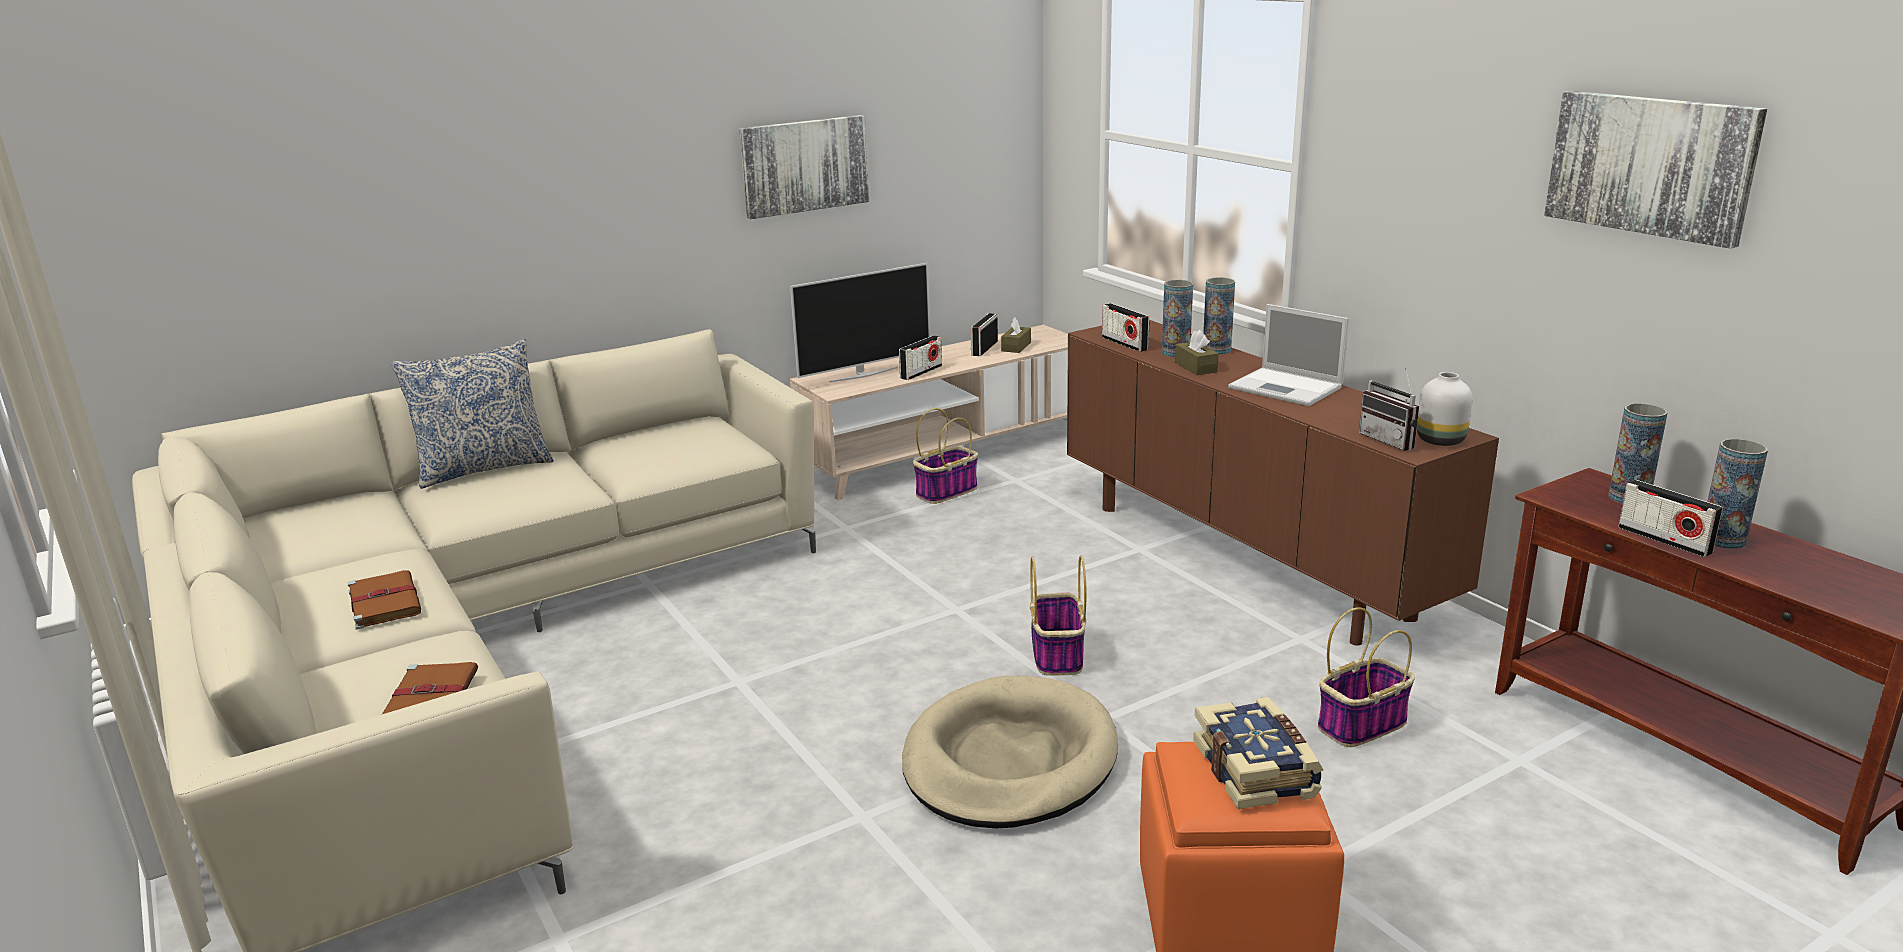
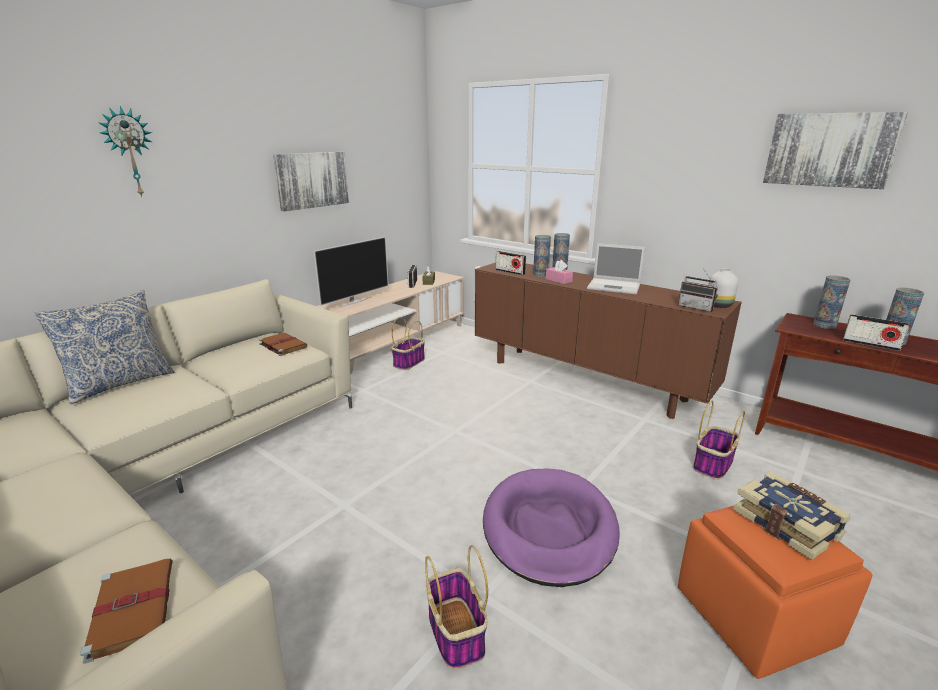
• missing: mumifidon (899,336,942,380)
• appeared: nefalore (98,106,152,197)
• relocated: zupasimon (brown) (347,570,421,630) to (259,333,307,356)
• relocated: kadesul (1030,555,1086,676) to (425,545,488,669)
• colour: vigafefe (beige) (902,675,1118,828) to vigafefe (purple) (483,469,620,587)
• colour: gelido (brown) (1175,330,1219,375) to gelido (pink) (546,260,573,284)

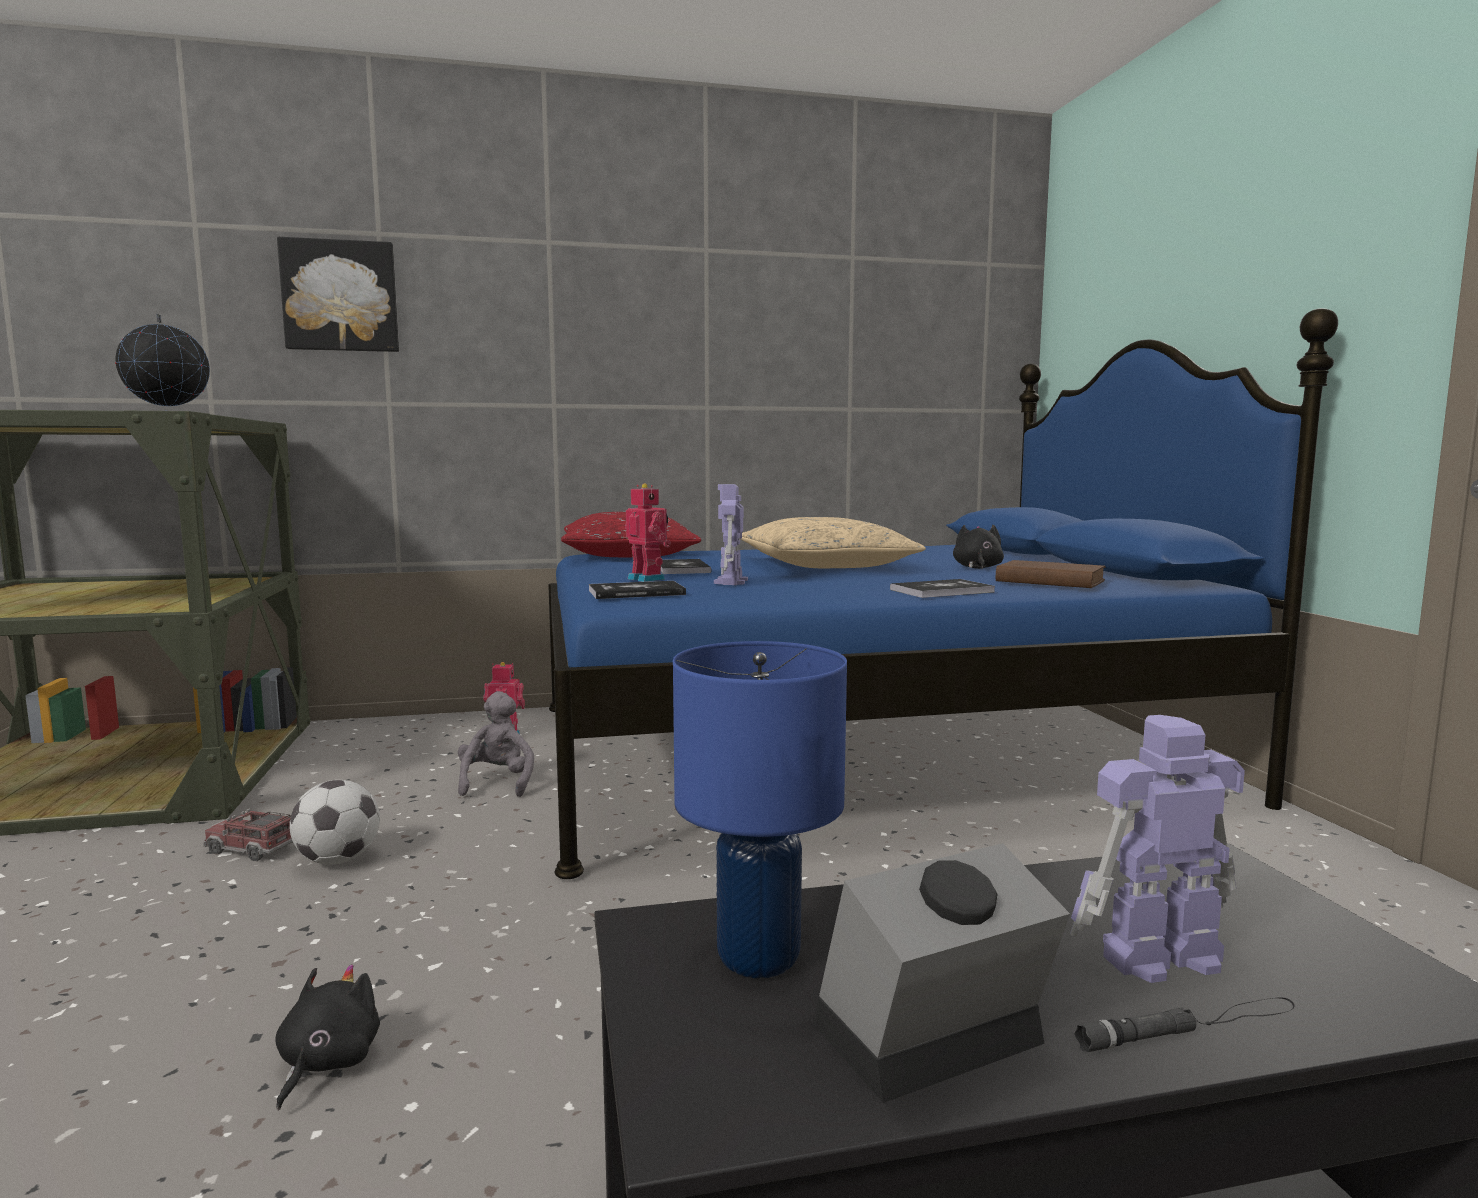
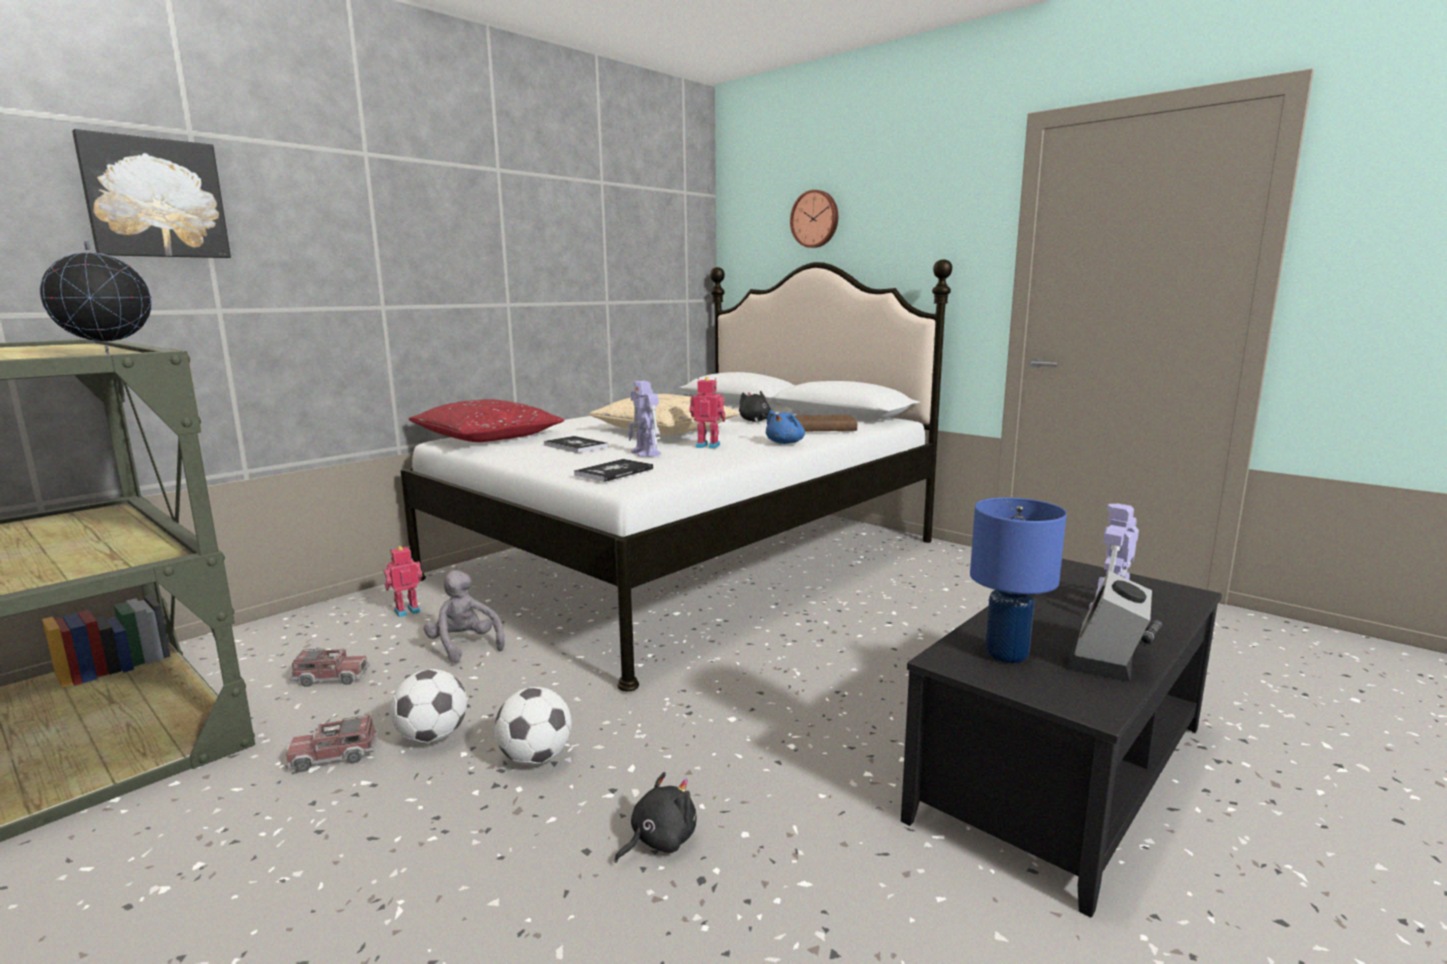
• appeared: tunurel (289,648,370,687)
• appeared: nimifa (494,687,572,765)
• appeared: nefalore (790,190,838,248)
• relocated: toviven (625,483,671,582) to (689,377,725,449)
• exchanged: zupasimon (890,579,995,598) to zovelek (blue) (766,410,805,444)
• colour: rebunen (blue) (548,308,1338,879) to rebunen (white) (400,259,952,692)
• spun: zovelek (black) (275,964,380,1110) = (614,772,696,863) 75 degrees clockwise

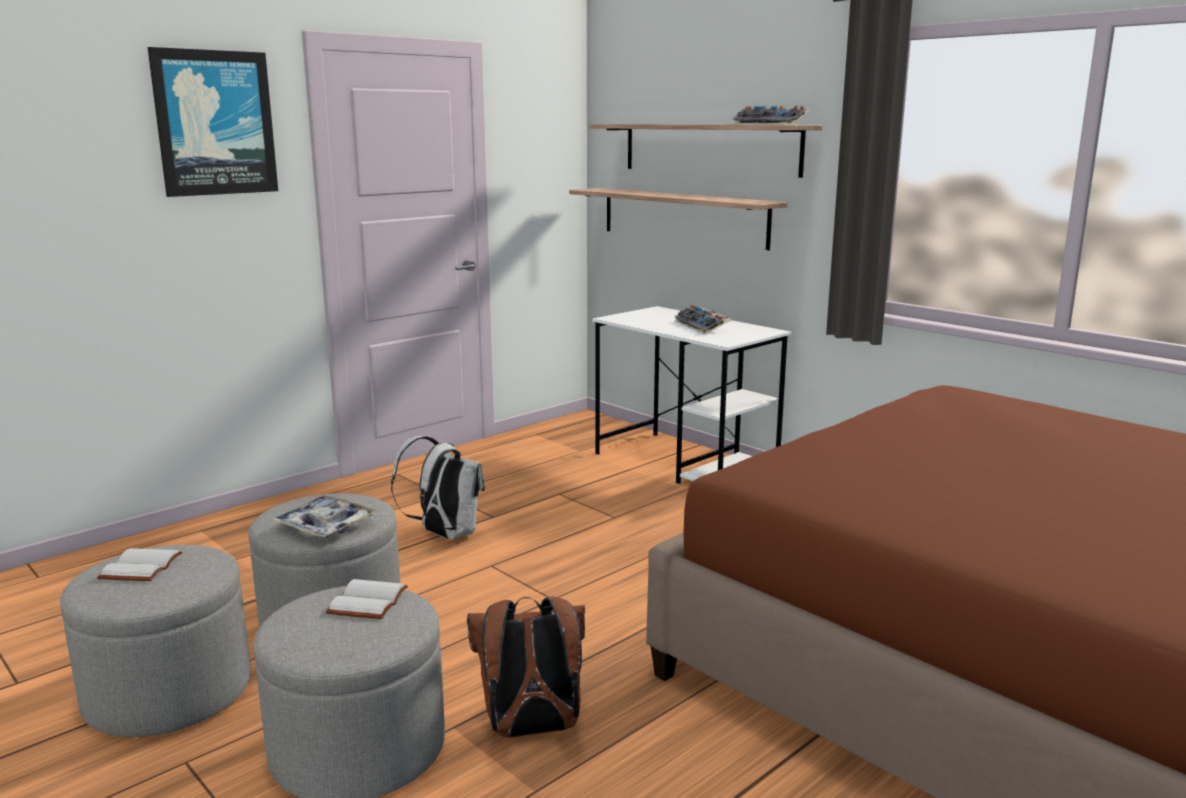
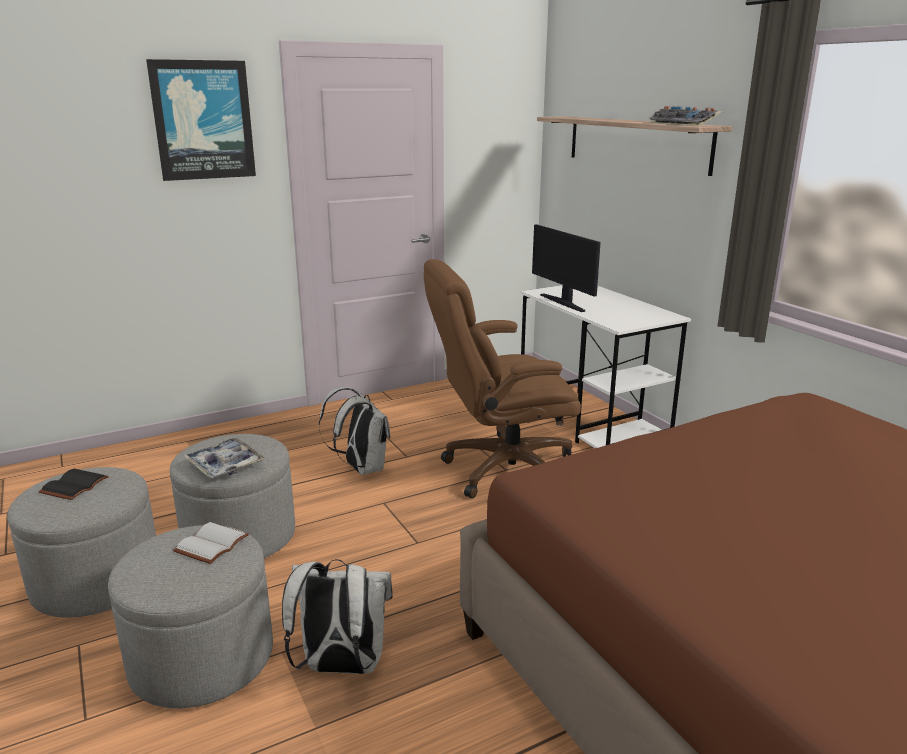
• missing: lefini (569,188,788,250)
• missing: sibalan (674,305,732,334)
• appeared: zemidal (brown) (424,259,581,499)
• appeared: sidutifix (532,224,601,312)
• colour: zupasimon (white) (97,548,182,581) to zupasimon (black) (38,469,109,500)
• colour: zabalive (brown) (467,596,585,738) to zabalive (white) (282,559,393,674)

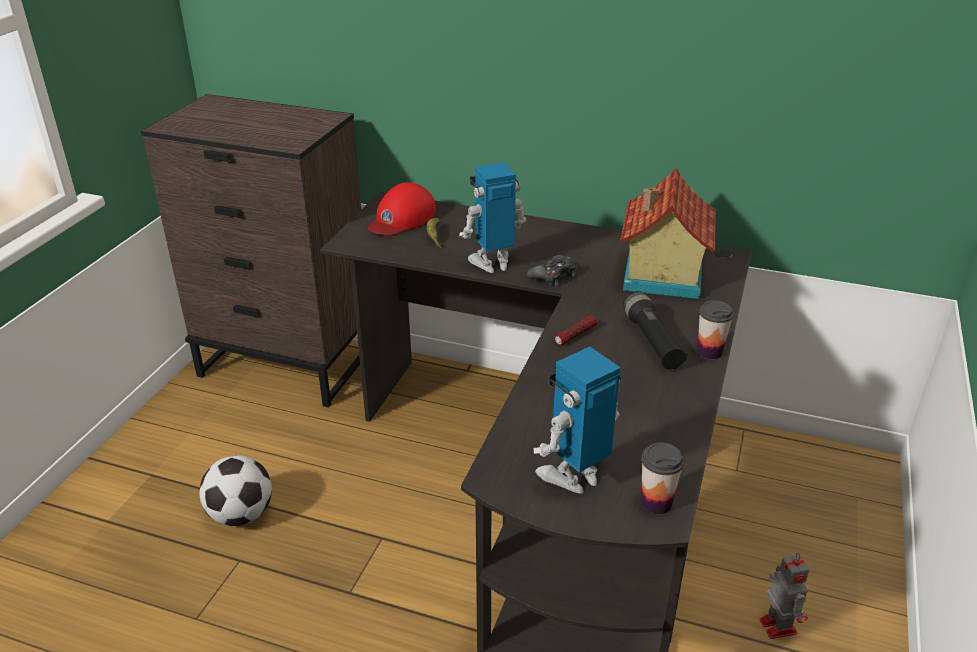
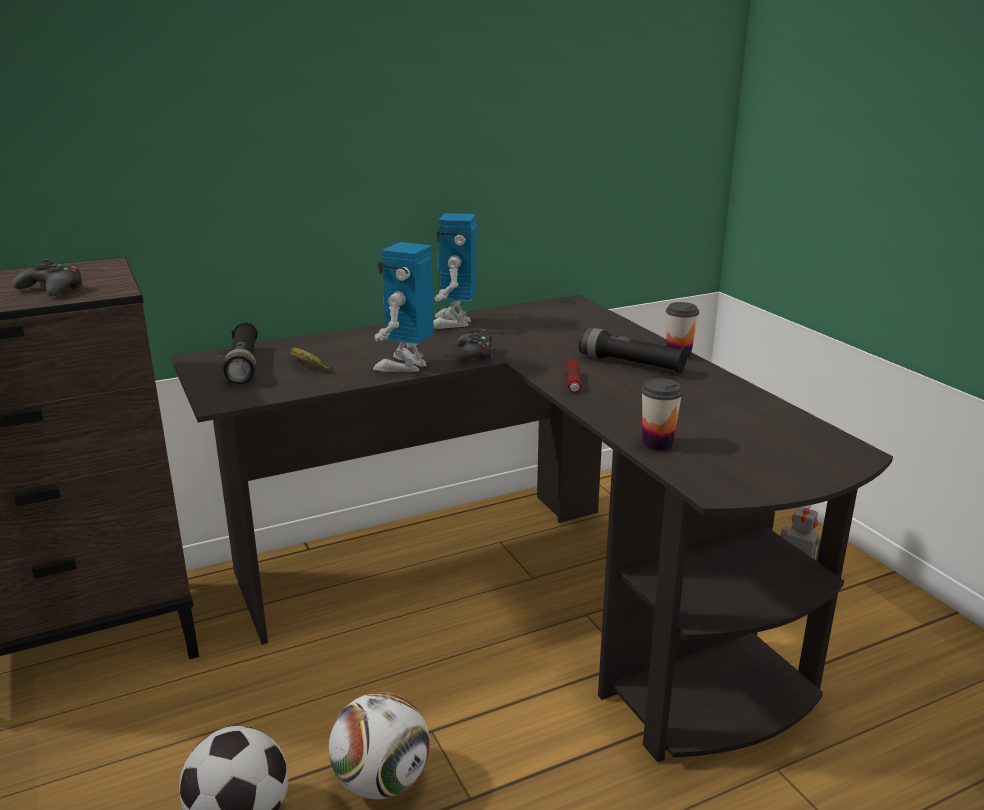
• missing: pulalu (620,168,716,299)
• appeared: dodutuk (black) (13,258,83,296)
• appeared: nimifa (328,692,430,799)
• relocated: toviven (534,347,621,494) to (434,213,477,329)
• relocated: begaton (641,443,684,514) to (641,378,683,451)
• exchanged: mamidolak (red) (368,182,436,235) to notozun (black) (223,322,258,384)

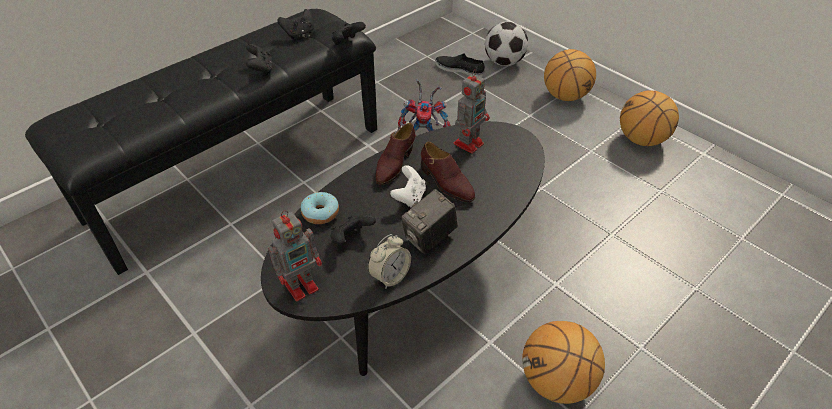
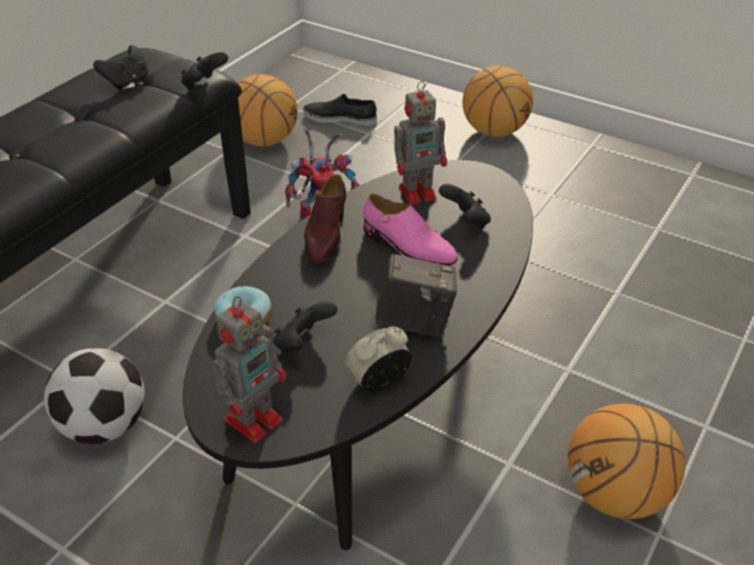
• missing: dodutuk (white) (390,165,426,208)
• relocated: dodutuk (black) (246,44,273,75) to (439,184,491,229)
• relocated: nimifa (485,22,528,66) to (44,348,145,444)
• relocated: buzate (620,90,679,146) to (238,74,298,146)
• colour: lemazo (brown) (421,142,475,202) to lemazo (pink) (363,194,458,266)
• spun: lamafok (368,234,411,289) = (345,326,412,392) 150 degrees counterclockwise
• spun: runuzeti (401,189,457,254) = (375,254,457,337) 120 degrees counterclockwise
• spun: toviven (453,69,490,154) = (394,81,447,205) 45 degrees clockwise

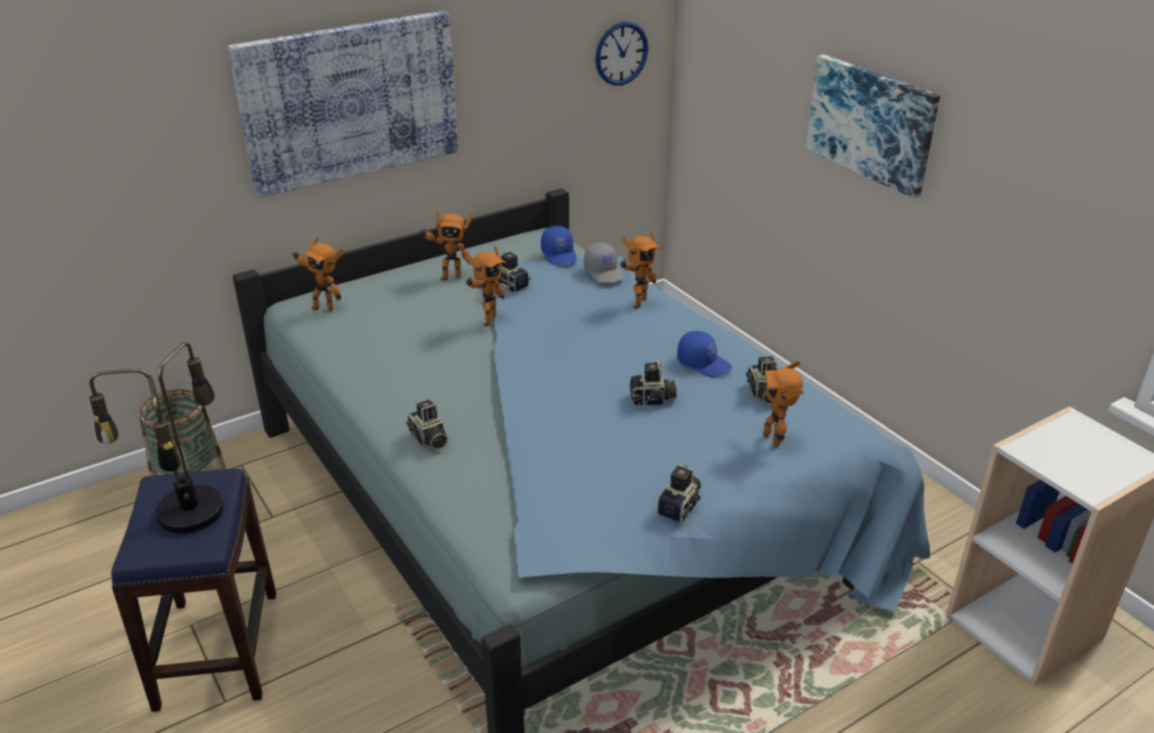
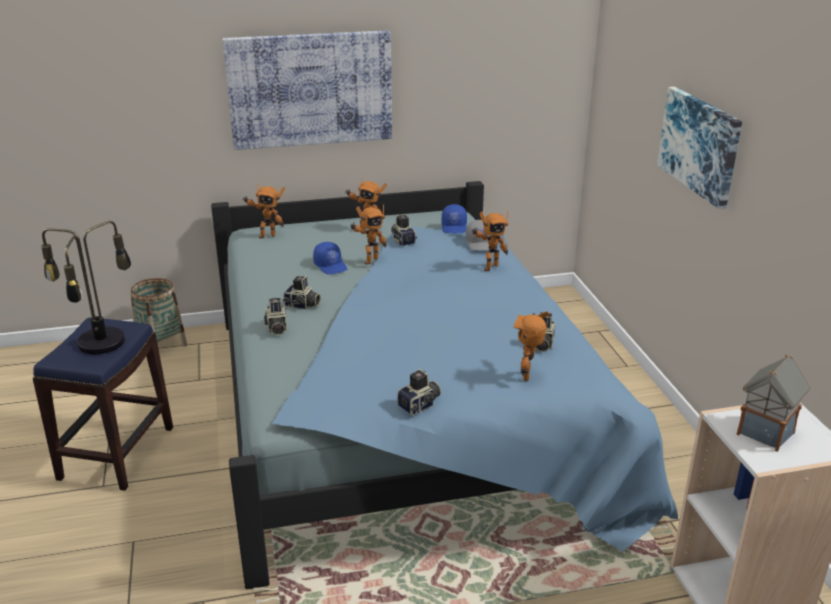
• missing: nefalore (595,22,648,86)
• appeared: pulalu (737,354,810,452)
• relocated: runuzeti (630,361,677,406) to (282,276,321,310)
• relocated: mamidolak (blue) (677,331,732,377) to (313,242,347,274)
• spun: toviven (292,237,344,310) = (243,183,285,238) 45 degrees counterclockwise

